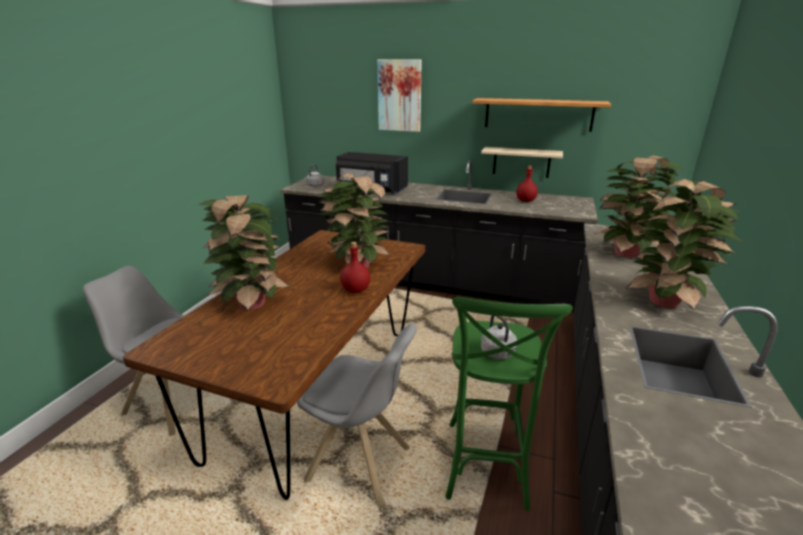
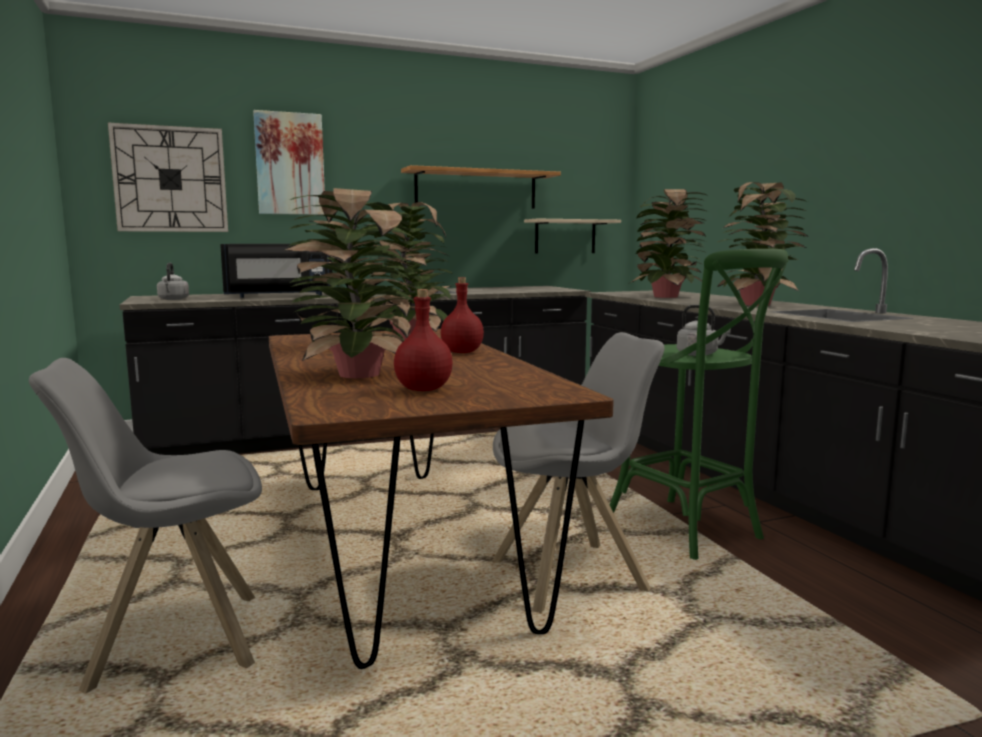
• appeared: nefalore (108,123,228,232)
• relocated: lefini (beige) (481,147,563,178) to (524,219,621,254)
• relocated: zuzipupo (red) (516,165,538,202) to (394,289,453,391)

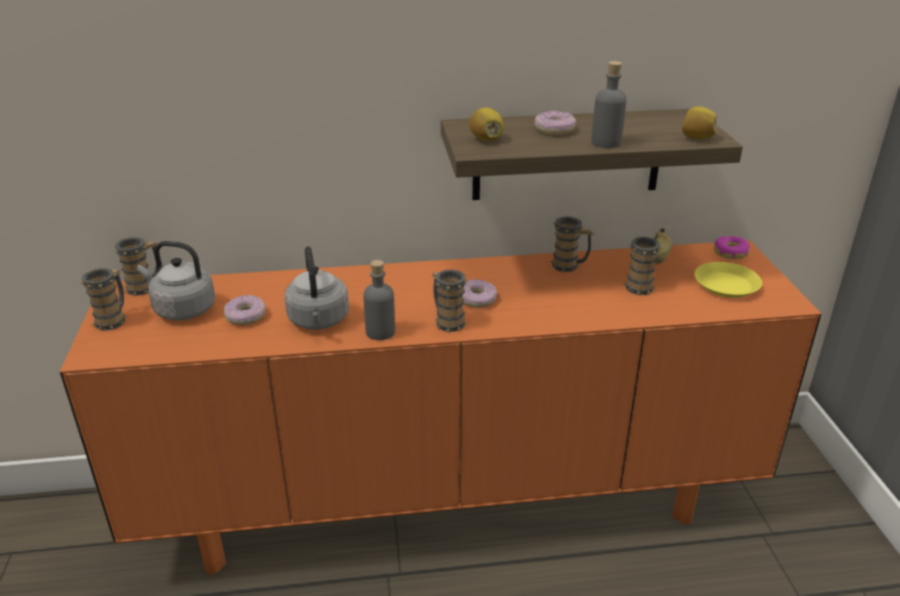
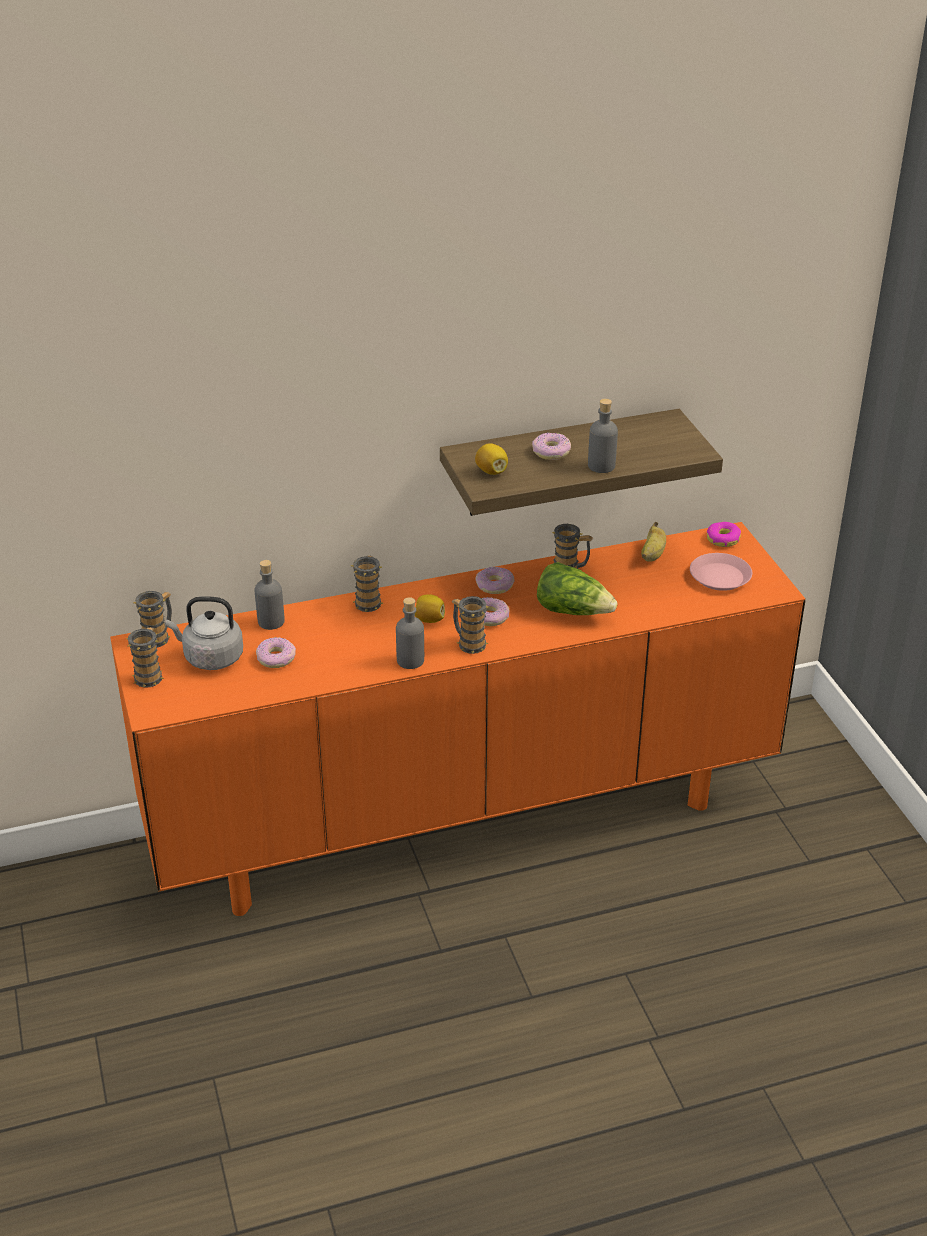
• missing: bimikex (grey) (284,246,349,330)
• appeared: zuzipupo (grey) (254,560,285,630)
• appeared: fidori (476,566,514,594)
• appeared: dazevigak (537,562,617,615)
• relocated: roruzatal (624,237,662,295) to (351,556,383,612)
• relocated: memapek (682,106,717,139) to (415,594,445,623)
• colour: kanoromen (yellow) (694,262,762,298) to kanoromen (pink) (690,553,752,591)

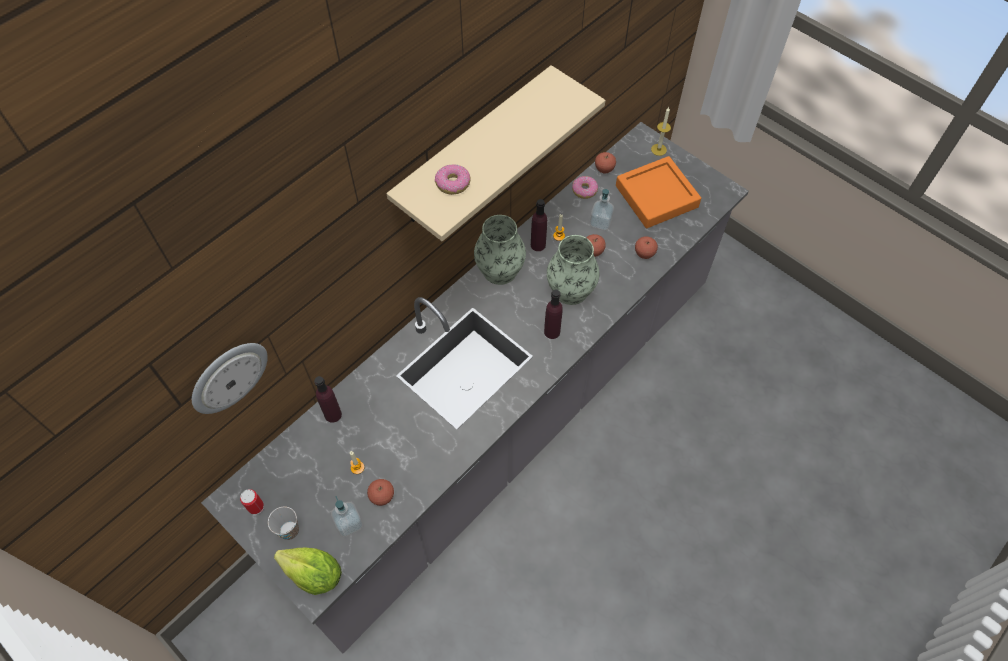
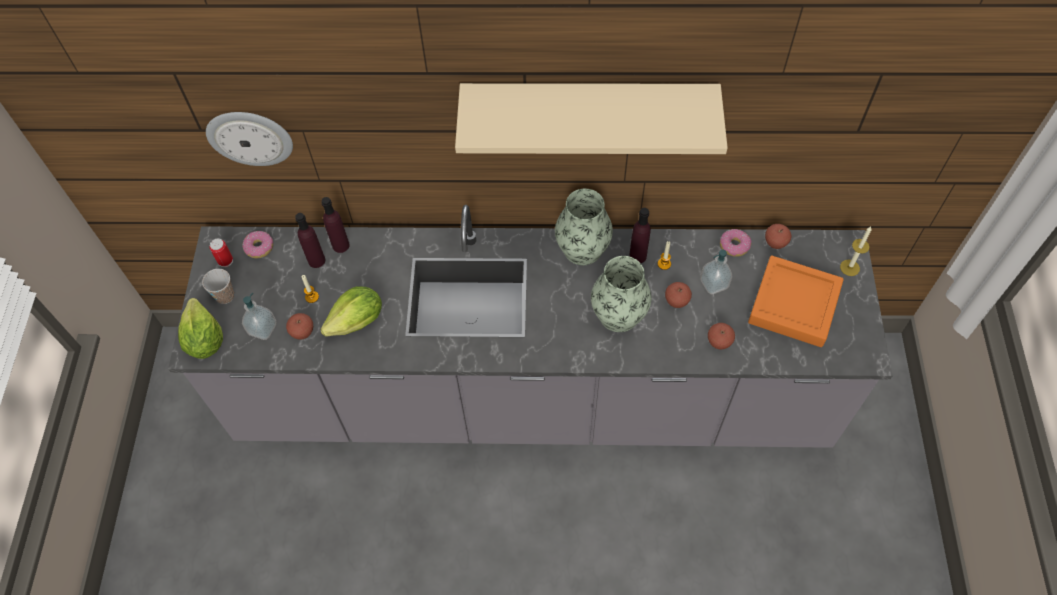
• appeared: dazevigak (320,286,382,337)
• relocated: fidori (435,164,471,195) to (242,231,273,258)
• relocated: zuzipupo (purple) (544,289,563,339) to (295,213,325,268)

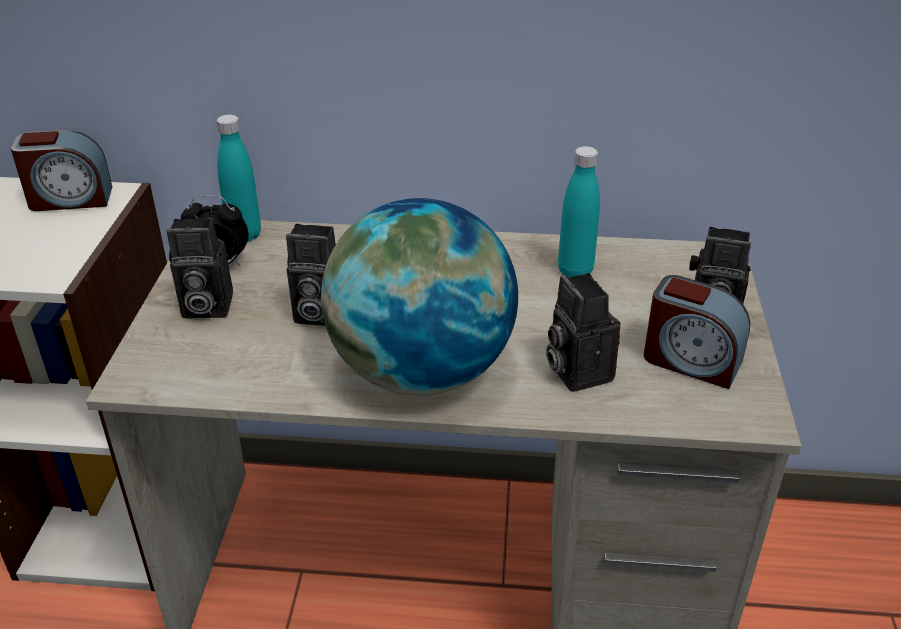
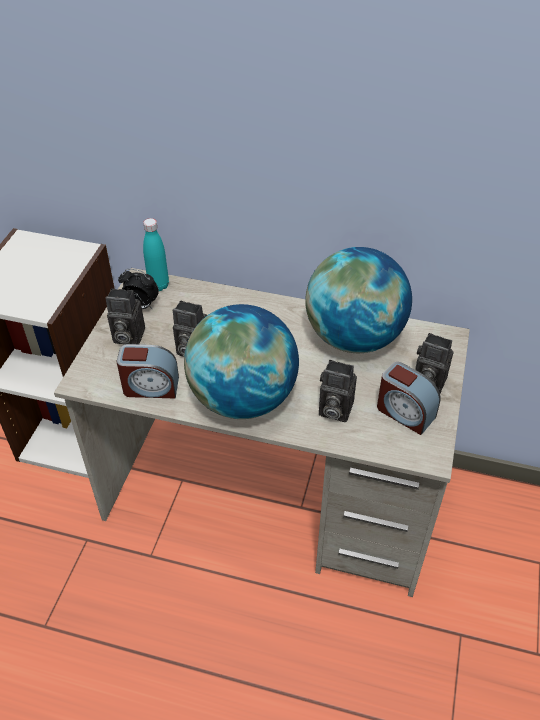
• relocated: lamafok (11,130,112,211) to (117,344,179,399)
• exchanged: zuzipupo (turquoise) (558,146,600,277) to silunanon (305,247,412,353)
• spun: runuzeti (546,273,621,392) = (319,360,357,422) 60 degrees counterclockwise

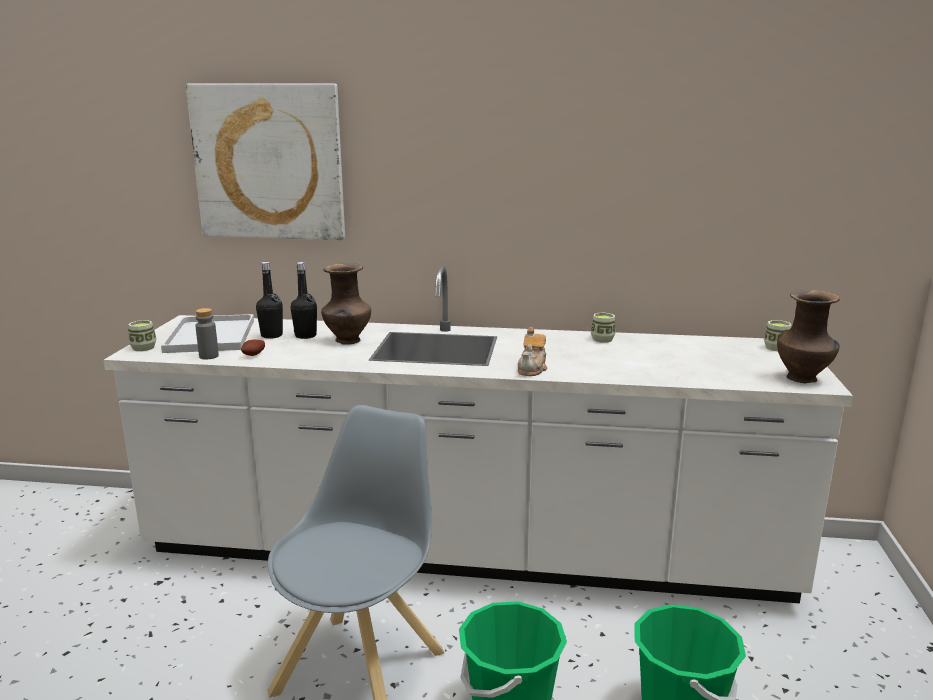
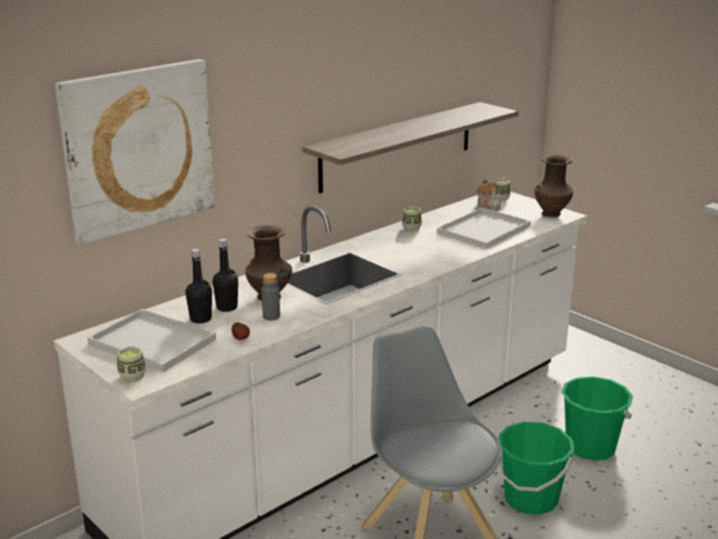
• appeared: lefini (302,102,519,194)
• appeared: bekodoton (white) (437,207,531,249)
• relocated: zuzipupo (grey) (195,308,219,359) to (262,273,280,320)
• relocated: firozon (518,327,548,376) to (476,179,501,211)

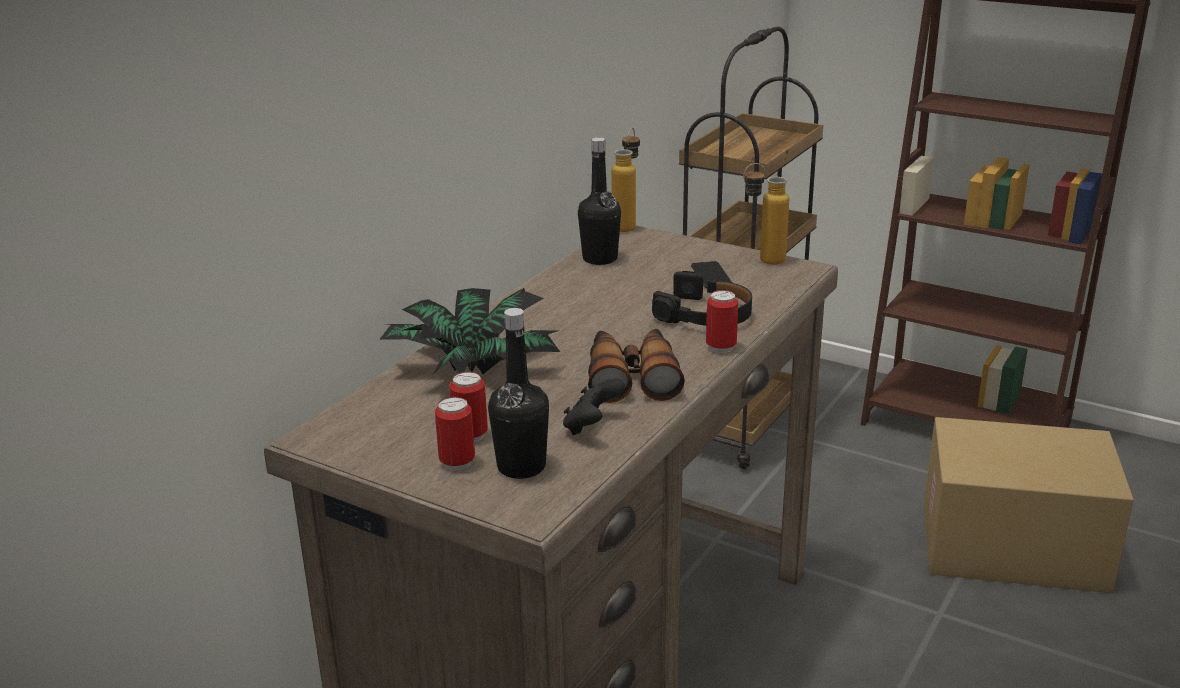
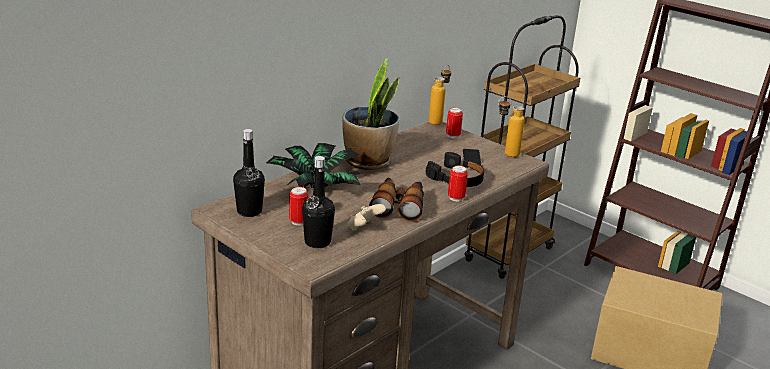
• appeared: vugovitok (343,58,399,170)
• relocated: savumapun (435,397,475,471) to (446,108,463,138)
• relocated: zuzipupo (black) (578,137,621,265) to (233,129,265,217)
• colour: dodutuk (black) (563,378,625,435) to dodutuk (beige) (348,204,386,231)

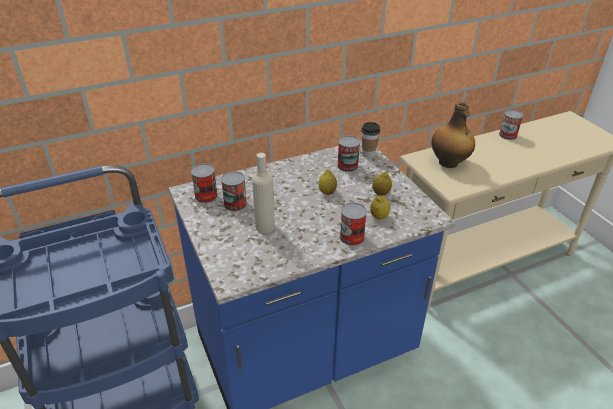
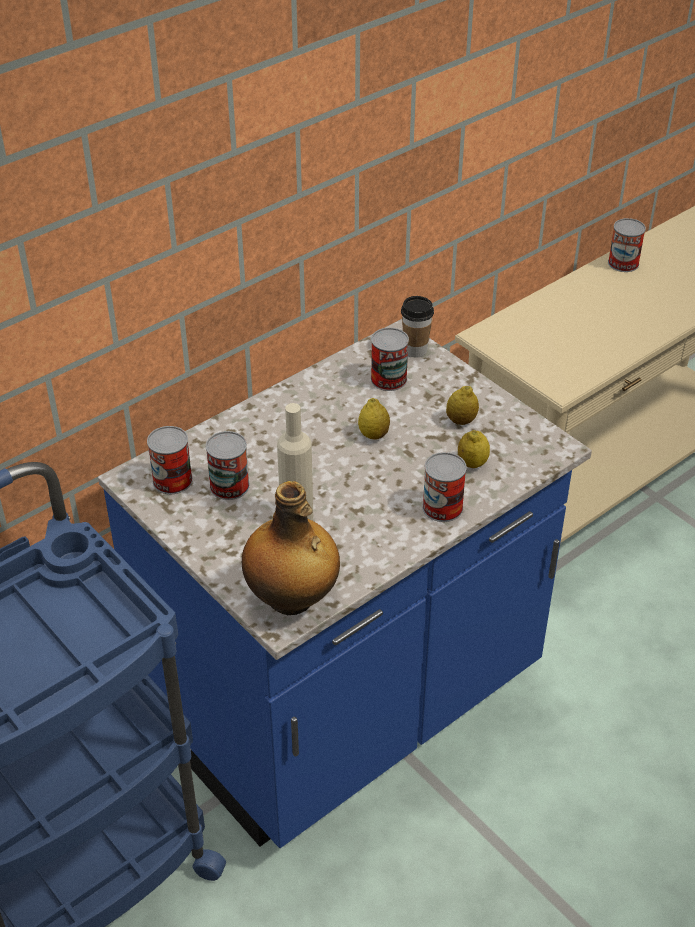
• relocated: zuzipupo (432,101,475,168) to (242,481,340,615)

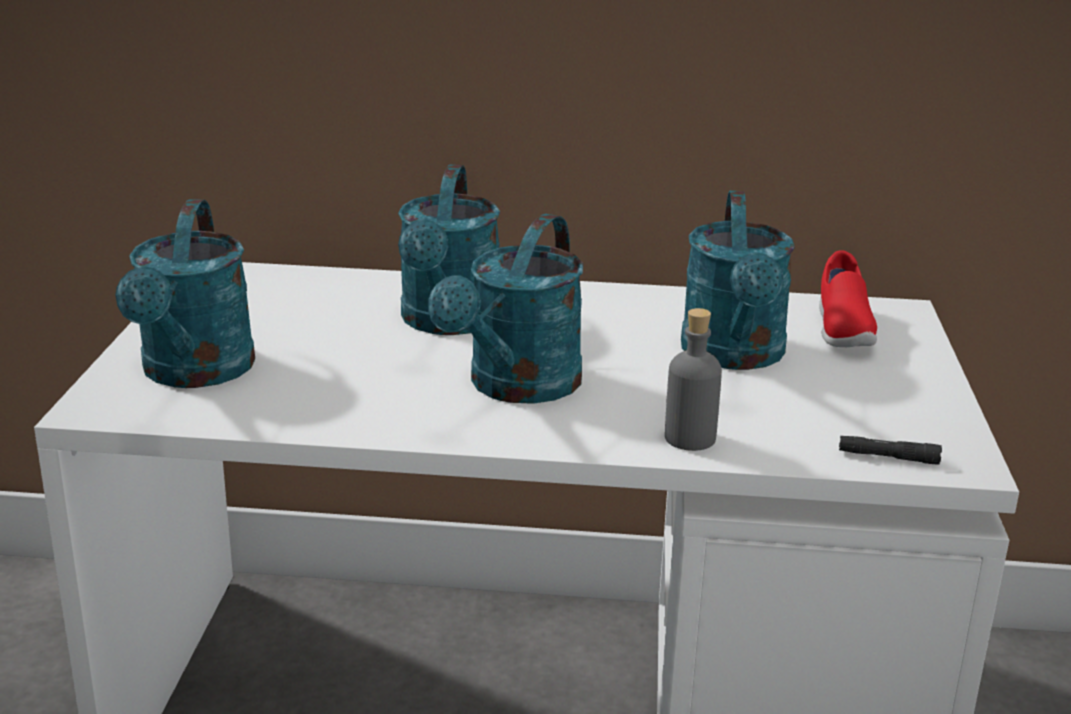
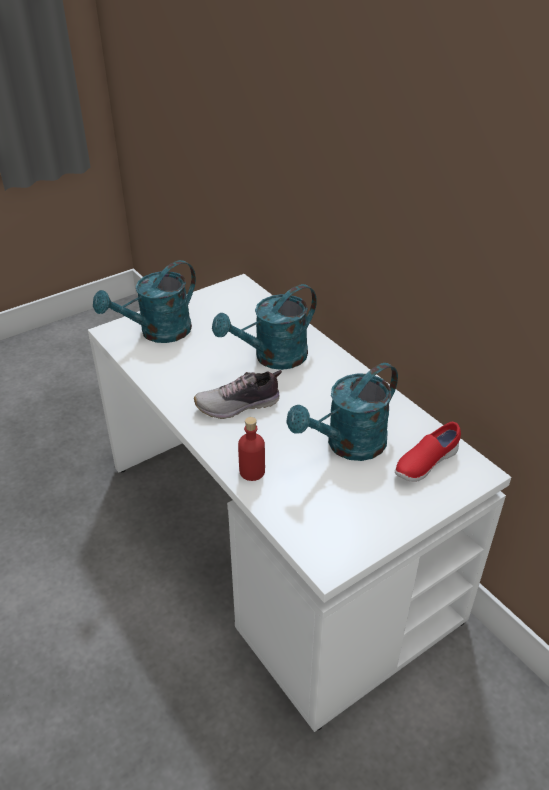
• missing: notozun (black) (839,436,942,465)
• exchanged: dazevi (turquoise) (428,214,583,404) to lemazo (194,370,282,419)
• colour: zuzipupo (grey) (665,308,722,451) to zuzipupo (red) (238,417,265,481)

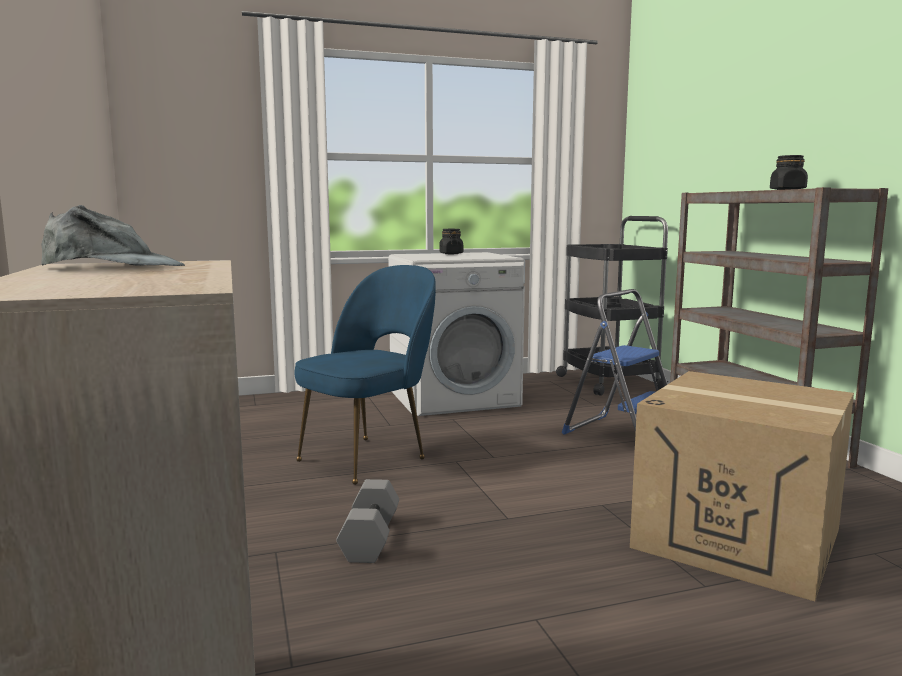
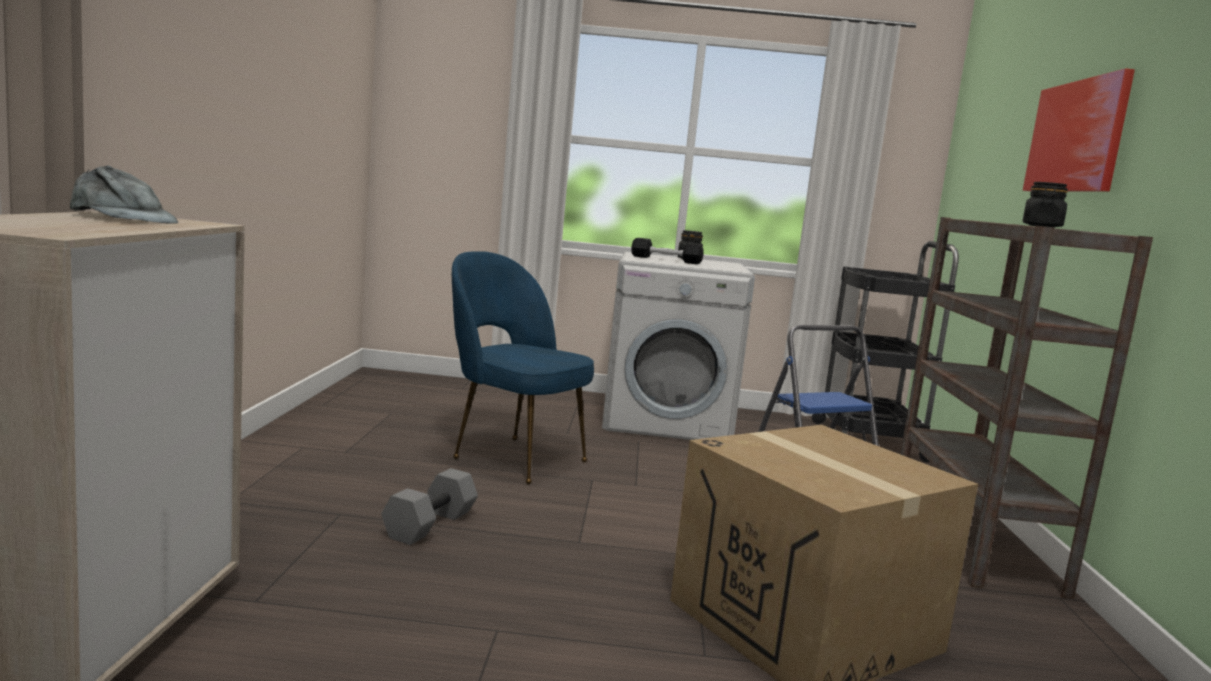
• appeared: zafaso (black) (631,238,704,264)
• appeared: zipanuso (1023,68,1135,191)
• spun: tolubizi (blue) (294,265,436,485) = (452,251,594,485) 120 degrees counterclockwise

